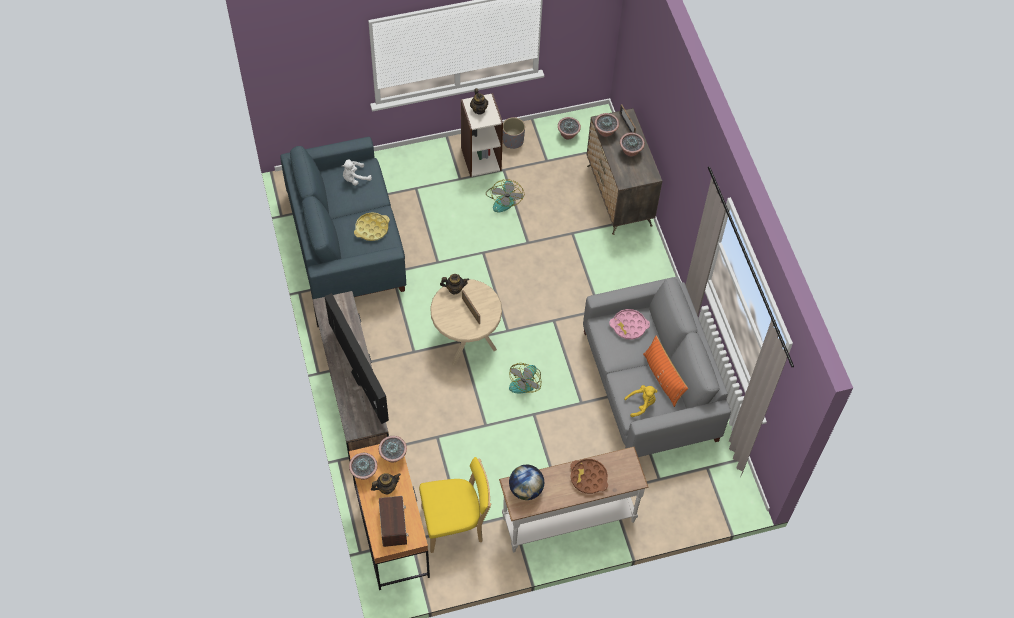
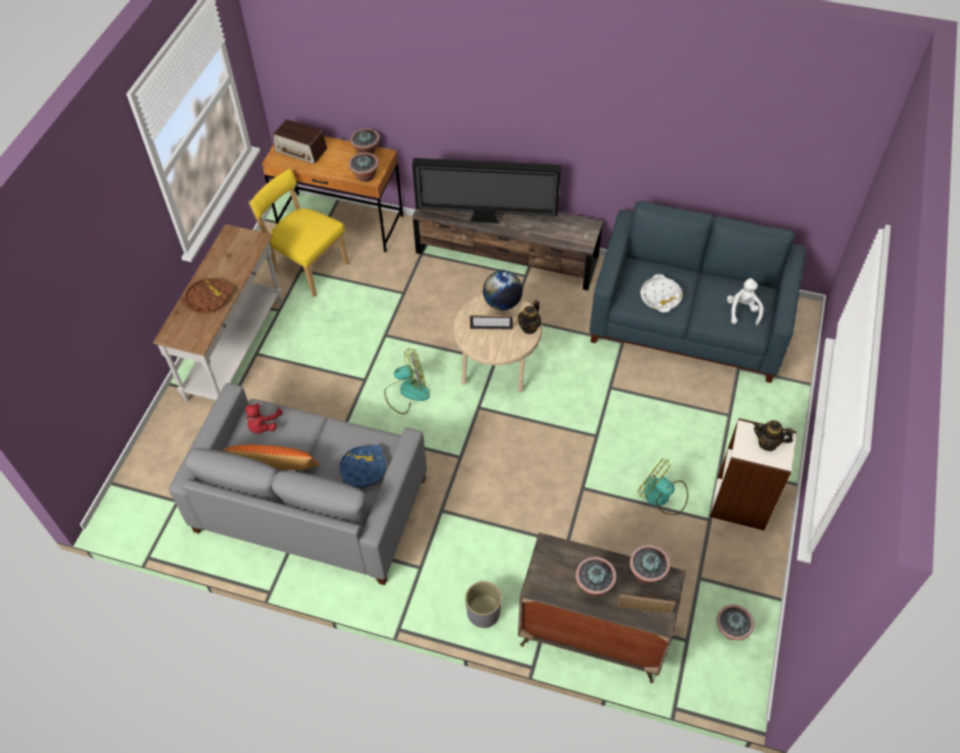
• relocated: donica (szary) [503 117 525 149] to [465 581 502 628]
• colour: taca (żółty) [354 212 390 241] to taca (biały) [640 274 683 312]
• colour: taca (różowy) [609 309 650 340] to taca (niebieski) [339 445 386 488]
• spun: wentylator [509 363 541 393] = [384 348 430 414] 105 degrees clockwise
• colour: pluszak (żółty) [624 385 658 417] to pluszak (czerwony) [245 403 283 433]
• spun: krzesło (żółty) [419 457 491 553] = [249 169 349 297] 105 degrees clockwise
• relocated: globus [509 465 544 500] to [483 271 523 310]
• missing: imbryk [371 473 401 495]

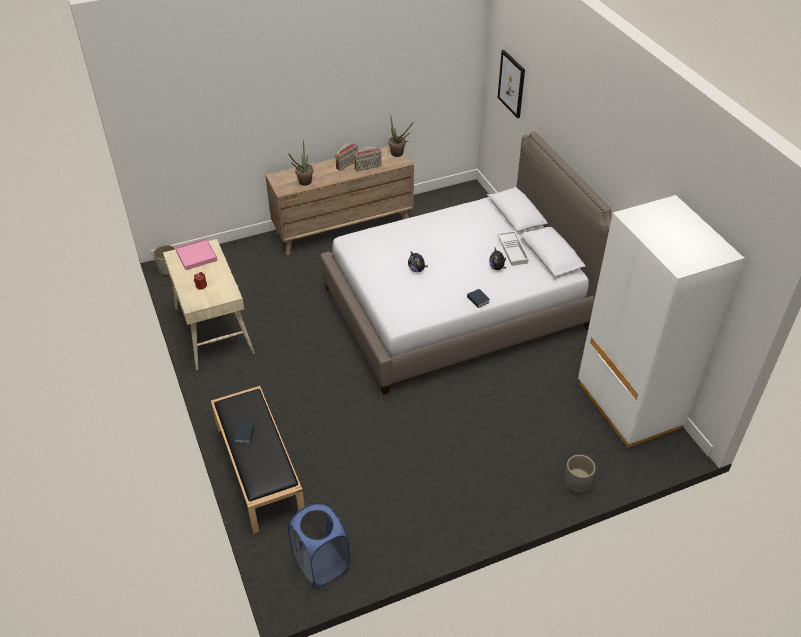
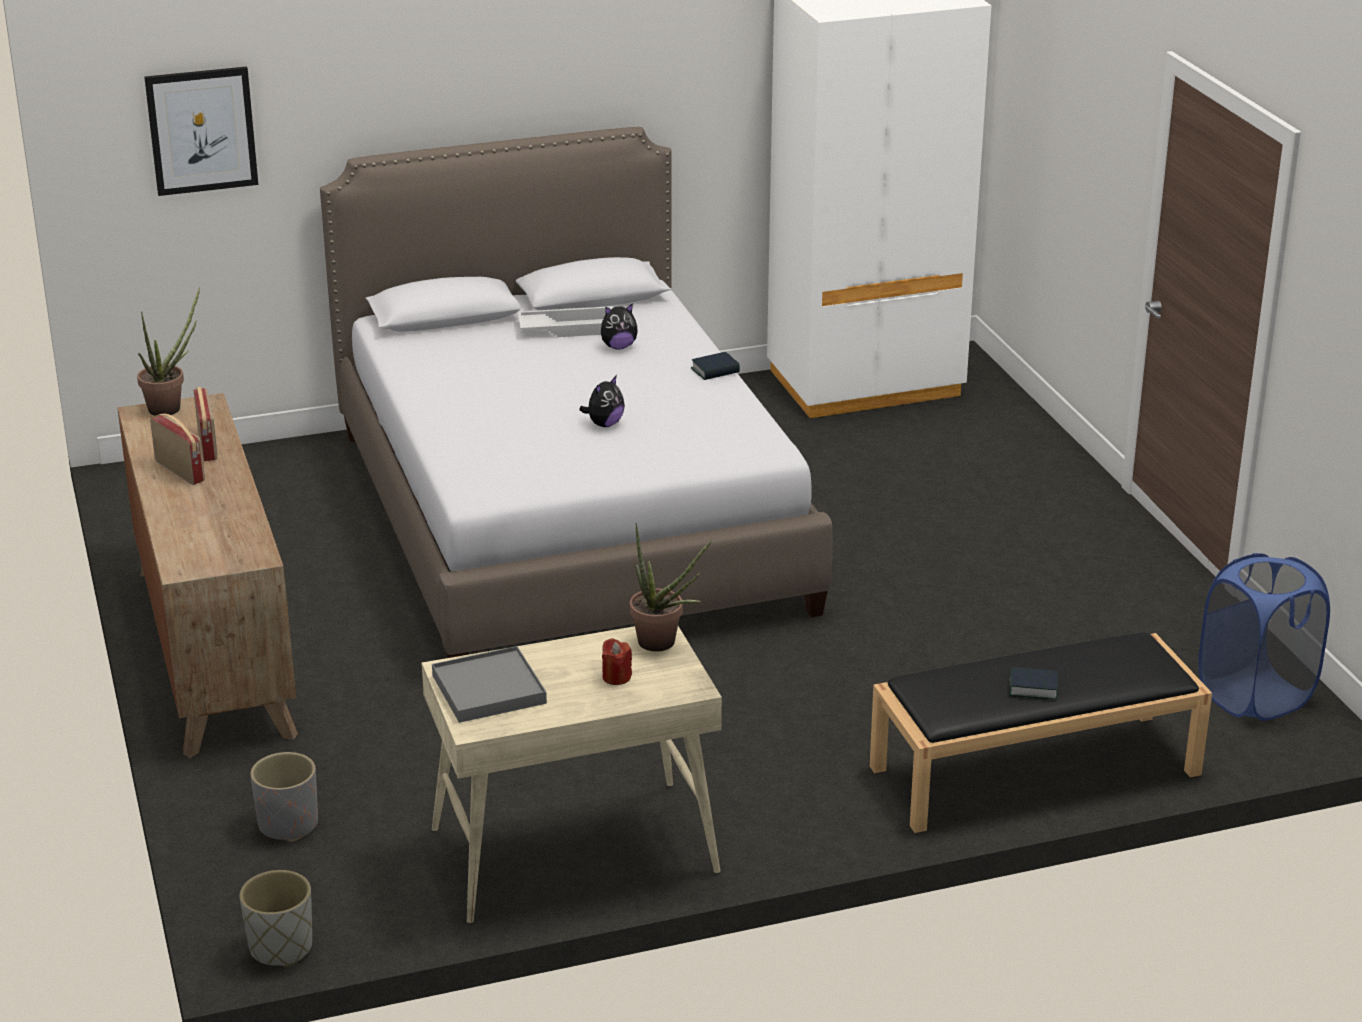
• relocated: roślina doniczkowa [288 140 313 186] to [630 523 712 652]
• colour: taca (różowy) [176 238 218 270] to taca (szary) [432 646 547 723]
• relocated: donica (szary) [564 455 596 493] to [250 752 318 842]

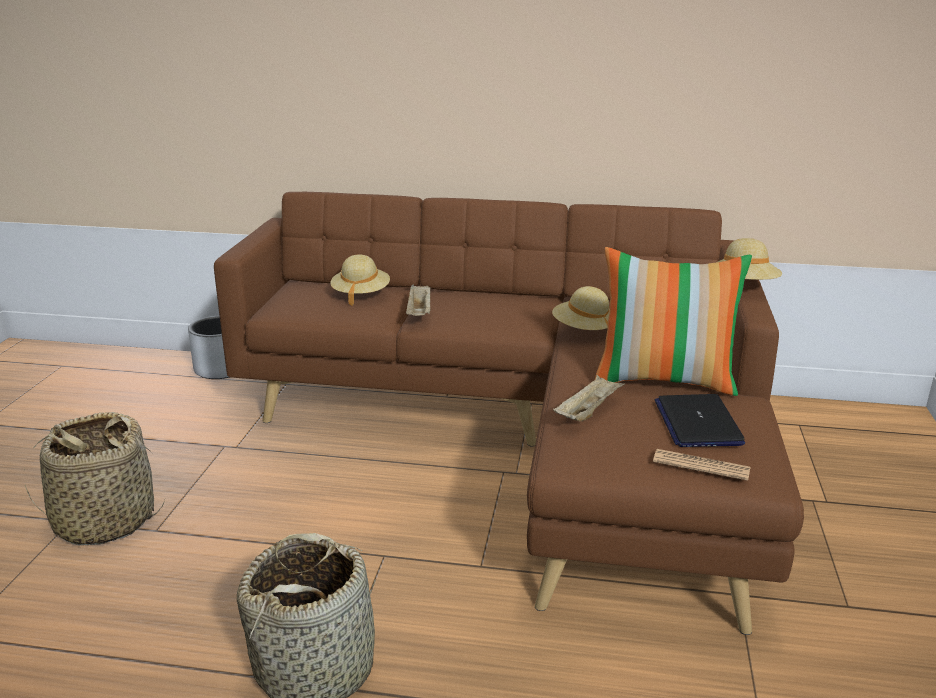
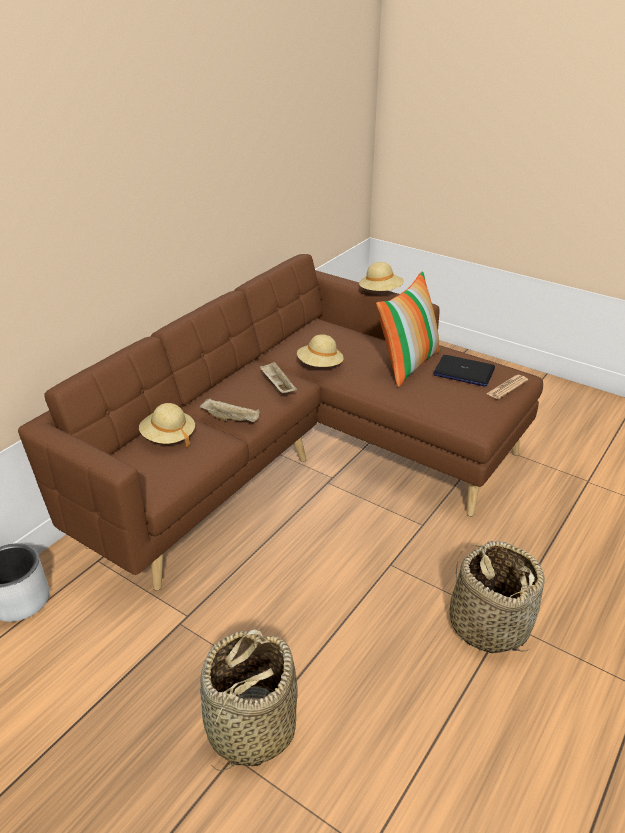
• relocated: taca (beżowy) [553 375 625 421] to [260 361 297 393]

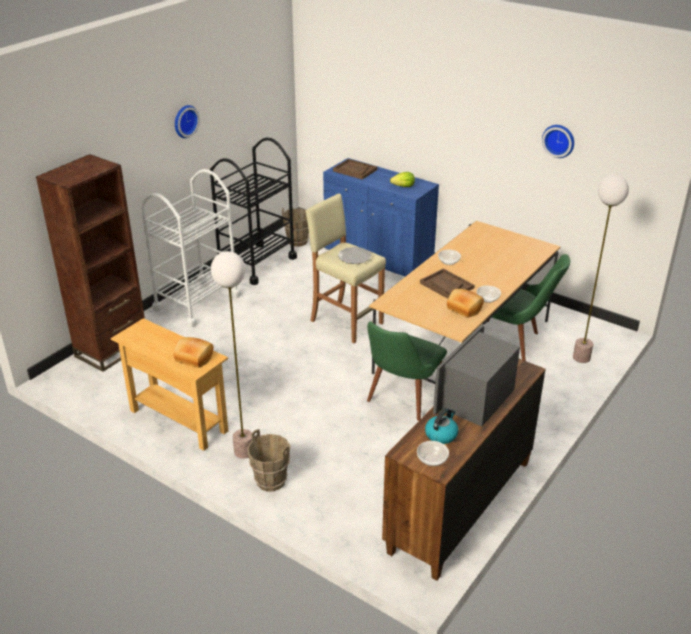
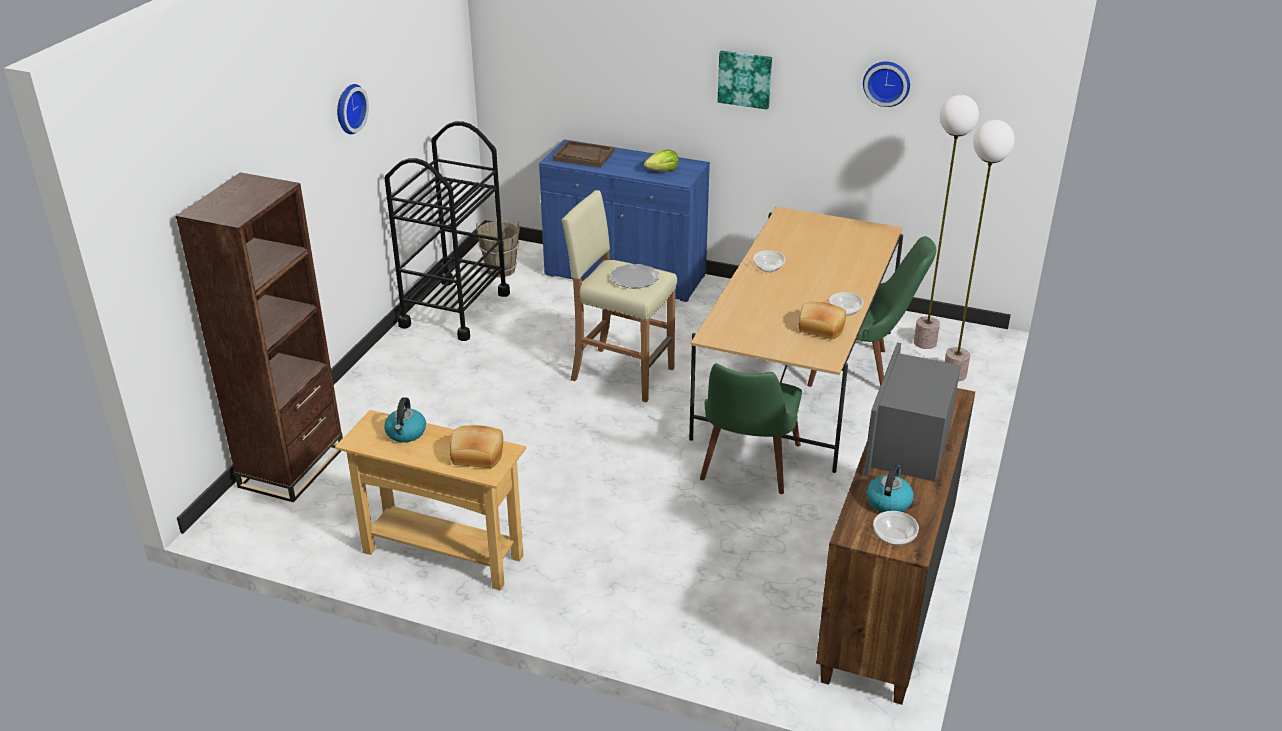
• missing: wózek (biały) [141 169 241 328]
• relocated: lampa stojąca [211 251 252 459] to [914 95 979 349]
• missing: taca (brązowy) [420 269 474 299]
• missing: wiadro (brązowy) [247 429 291 492]
• appeared: obraz [717 50 772 110]
• appeared: czajnik [384 397 426 442]

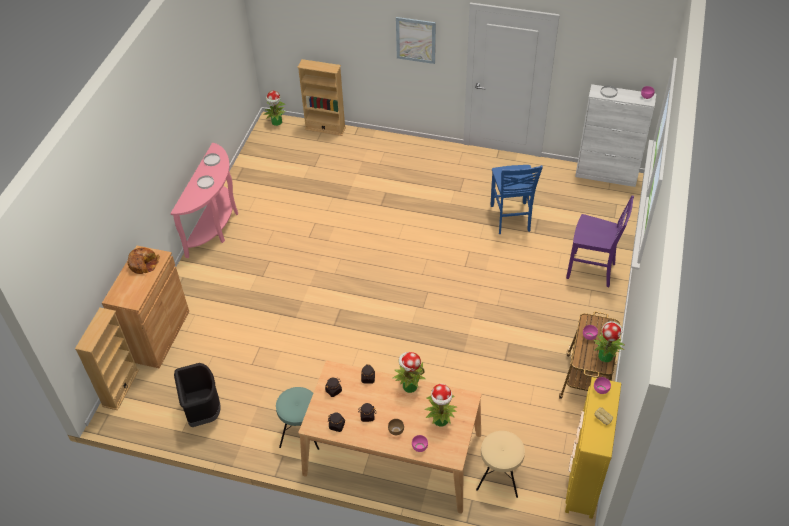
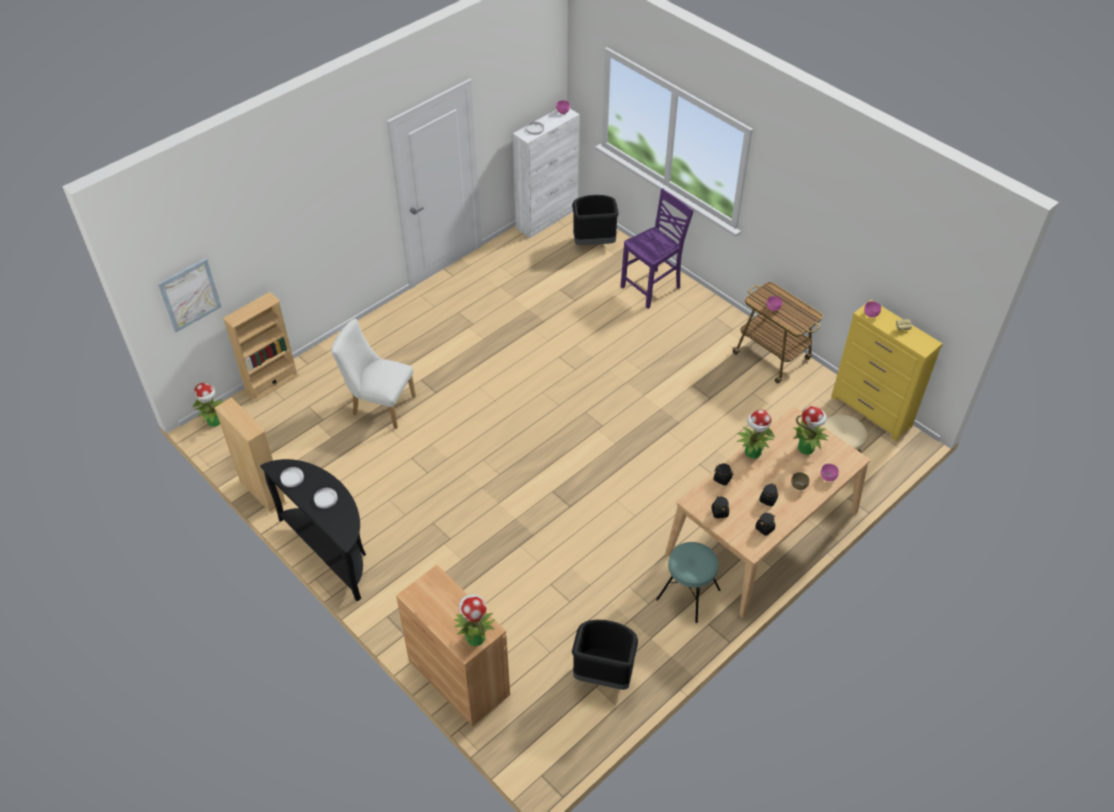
• relocated: obraz [396 17 436 64] to [158 258 222 332]
• colour: stolik konsolowy (różowy) [170 143 238 258] to stolik konsolowy (czarny) [260 459 366 601]
• missing: krzesło (niebieski) [491 165 543 234]
• missing: chleb [128 248 160 274]
• relocated: regał (beżowy) [75 308 139 410] to [215 397 287 513]
• relocated: roślina doniczkowa [593 321 625 362] to [454 594 495 646]
• appeared: kosz na śmieci (czarny) [572 195 619 245]
• appeared: krzesło (biały) [331 319 416 429]

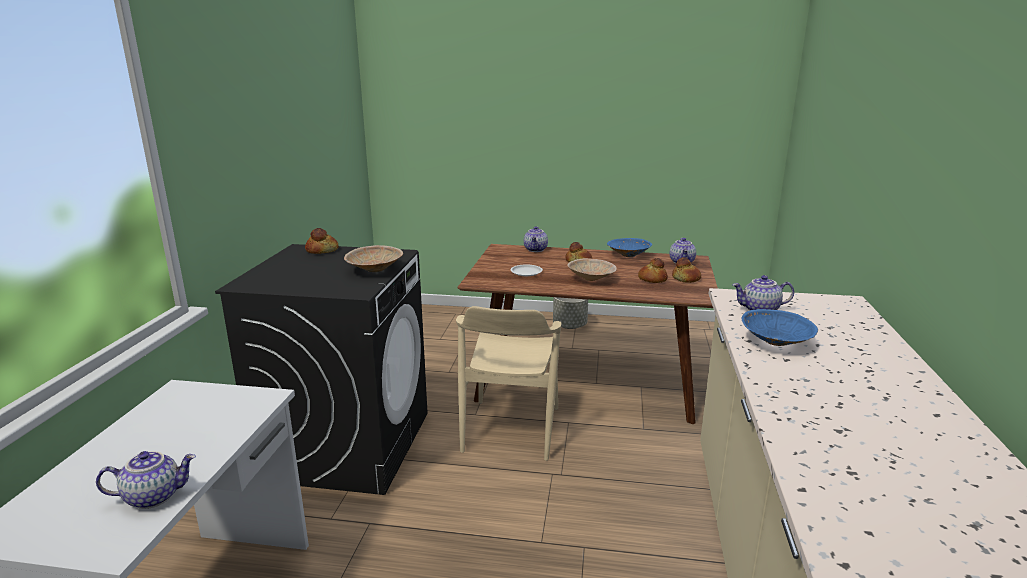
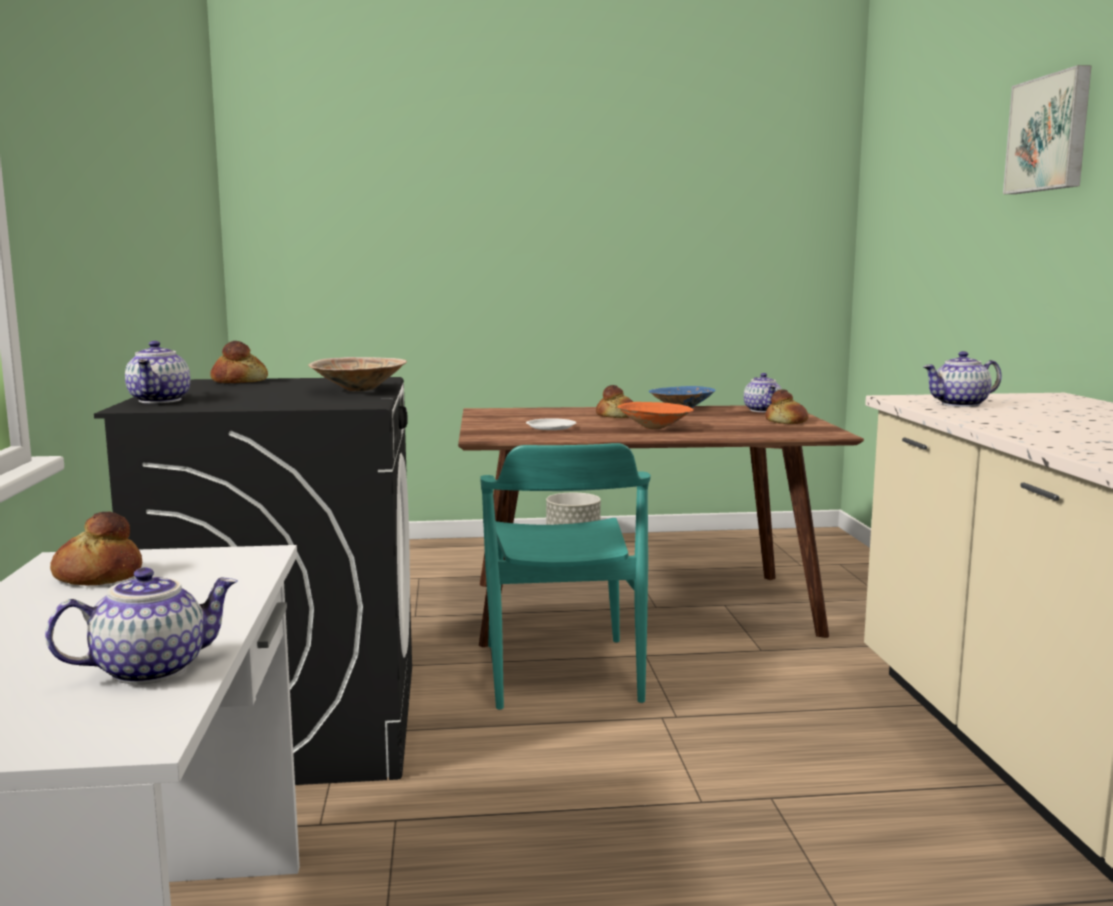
• relocated: imbryk [524 226 548 252] to [125 341 190 403]
• colour: miska (beżowy) [567 258 617 281] to miska (pomarańczowy) [617 402 694 429]
• relocated: chleb [638 258 668 283] to [50 512 142 586]
• colour: krzesło (beżowy) [456 306 561 461] to krzesło (turkusowy) [480 443 651 710]
• missing: miska (niebieski) [741 309 818 346]
• appeared: obraz [1003 65 1092 194]

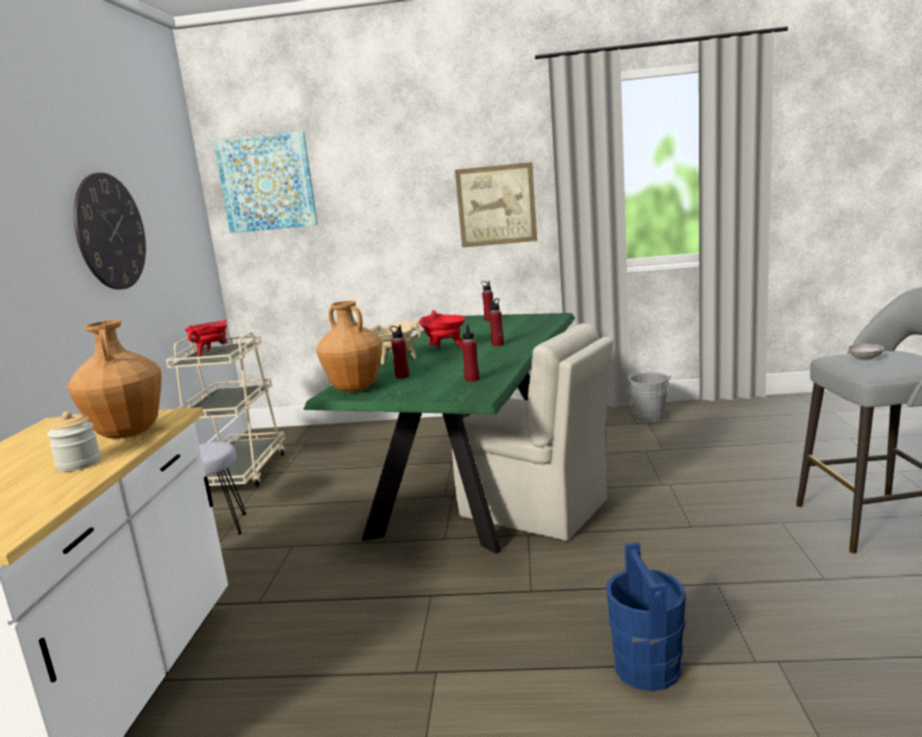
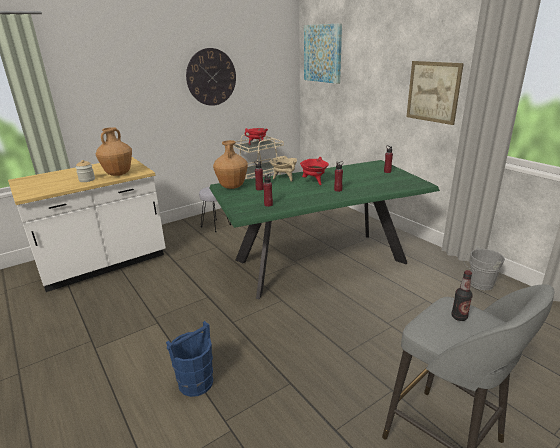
• missing: krzesło (beżowy) [452 323 613 541]
• exchanged: miska (szary) [848 344 884 359] to butelka [451 270 472 321]

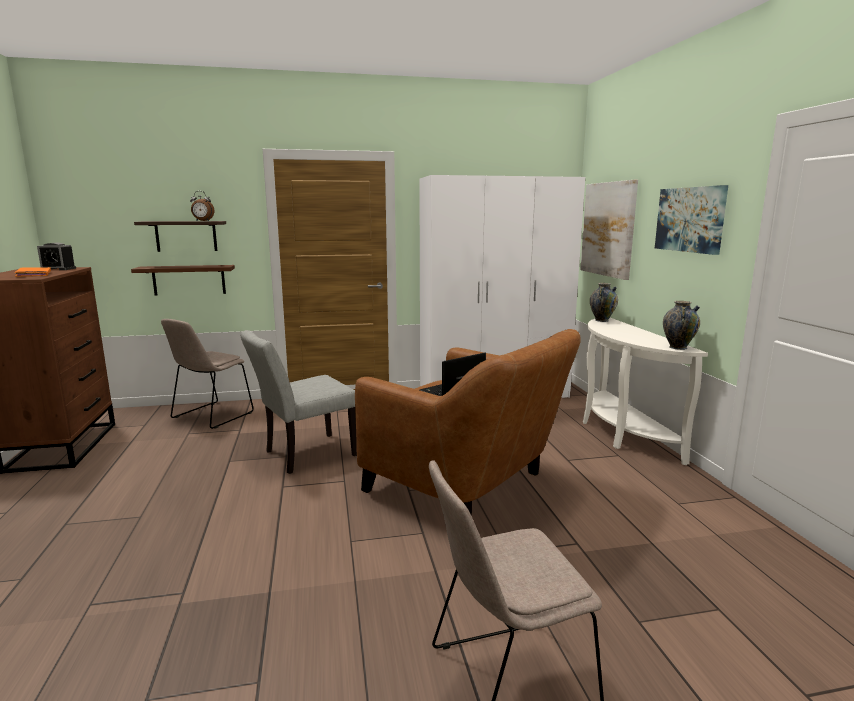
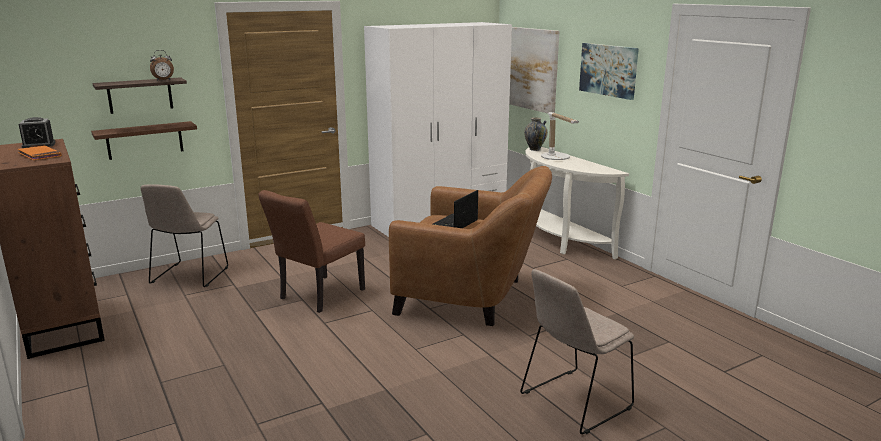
• missing: wazon [663 301 700 350]
• colour: krzesło (szary) [240 330 357 474] to krzesło (brązowy) [258 190 365 313]
• appeared: lampa stołowa [541 112 579 160]

